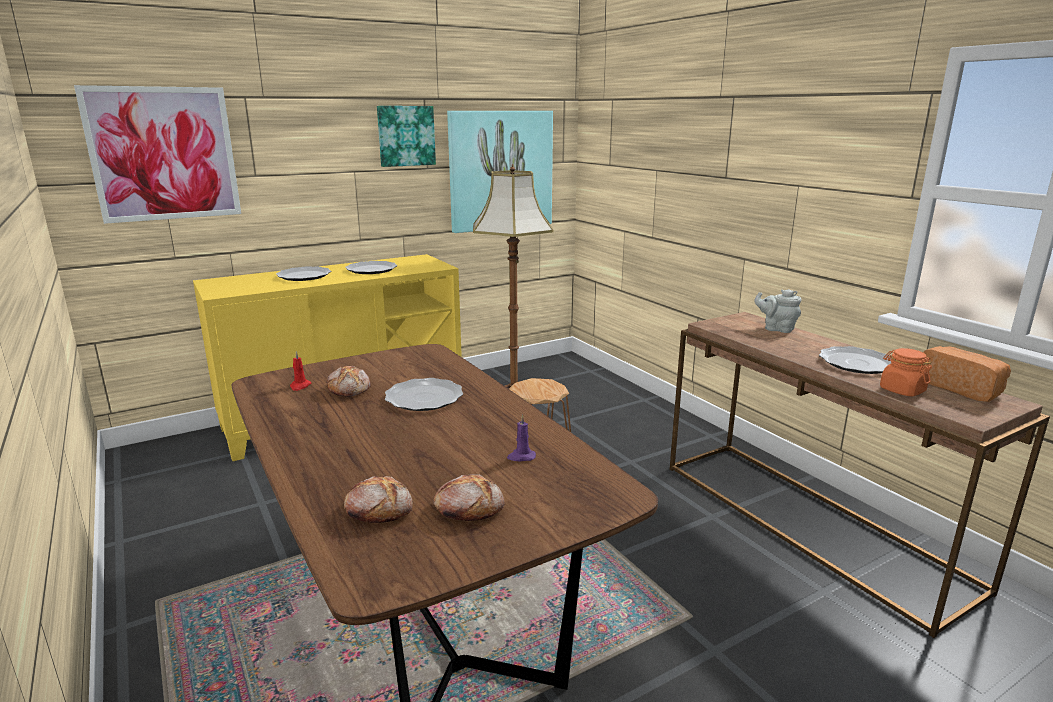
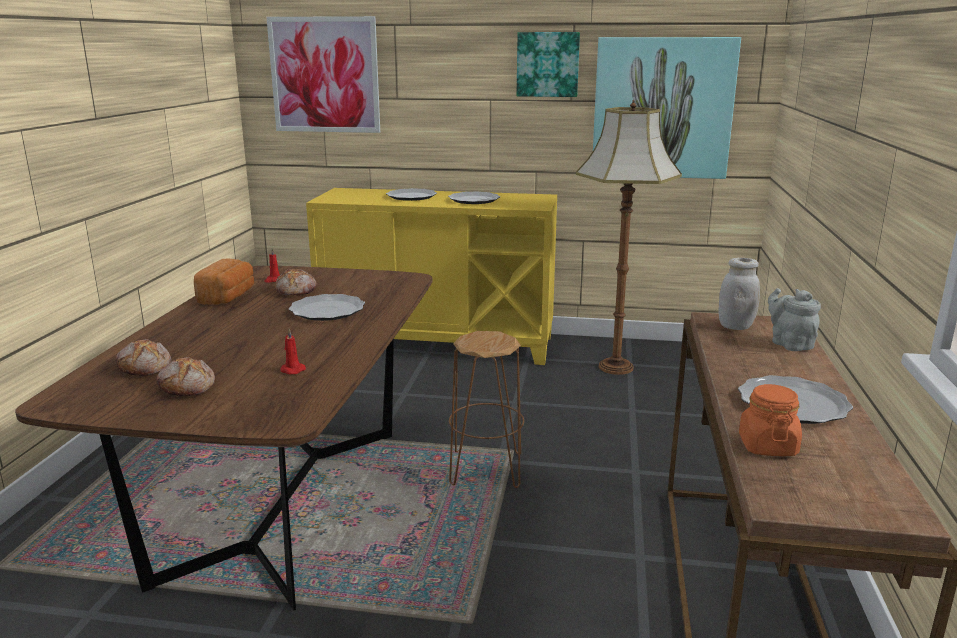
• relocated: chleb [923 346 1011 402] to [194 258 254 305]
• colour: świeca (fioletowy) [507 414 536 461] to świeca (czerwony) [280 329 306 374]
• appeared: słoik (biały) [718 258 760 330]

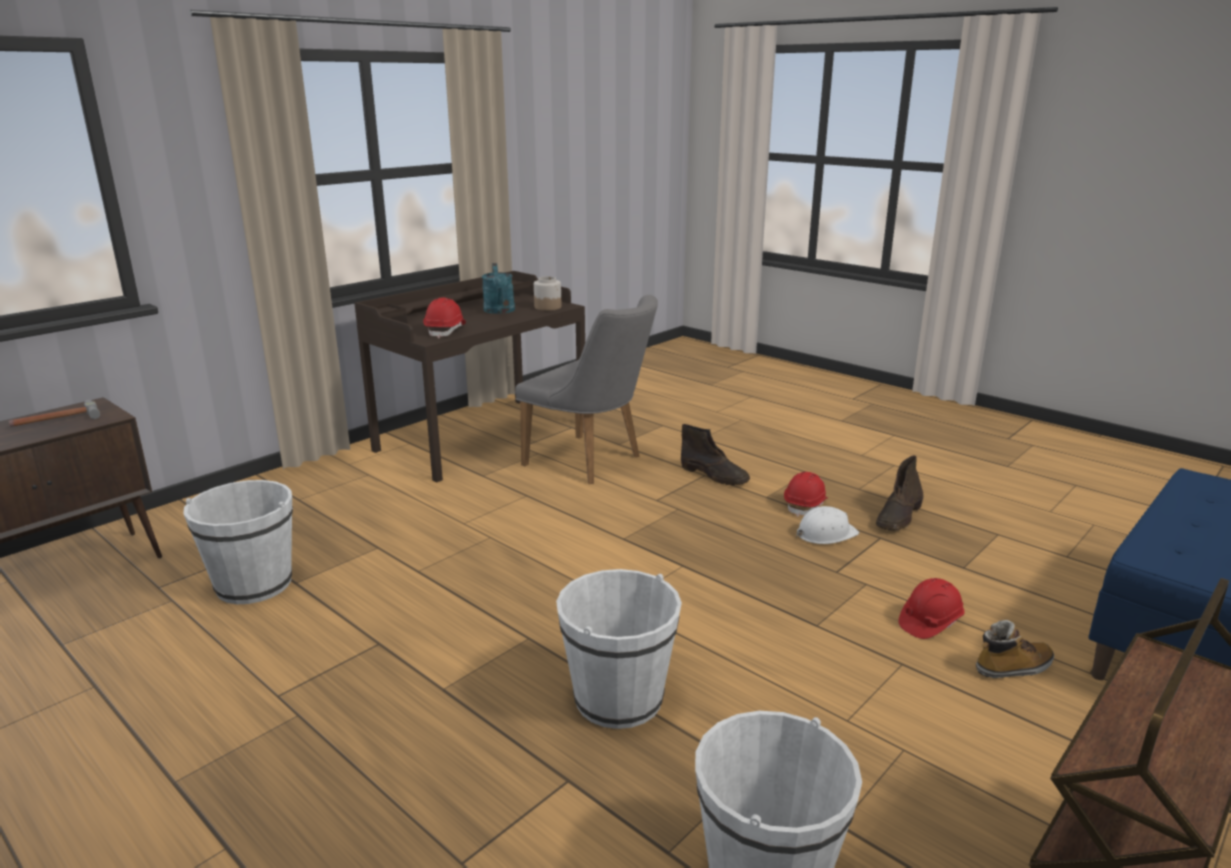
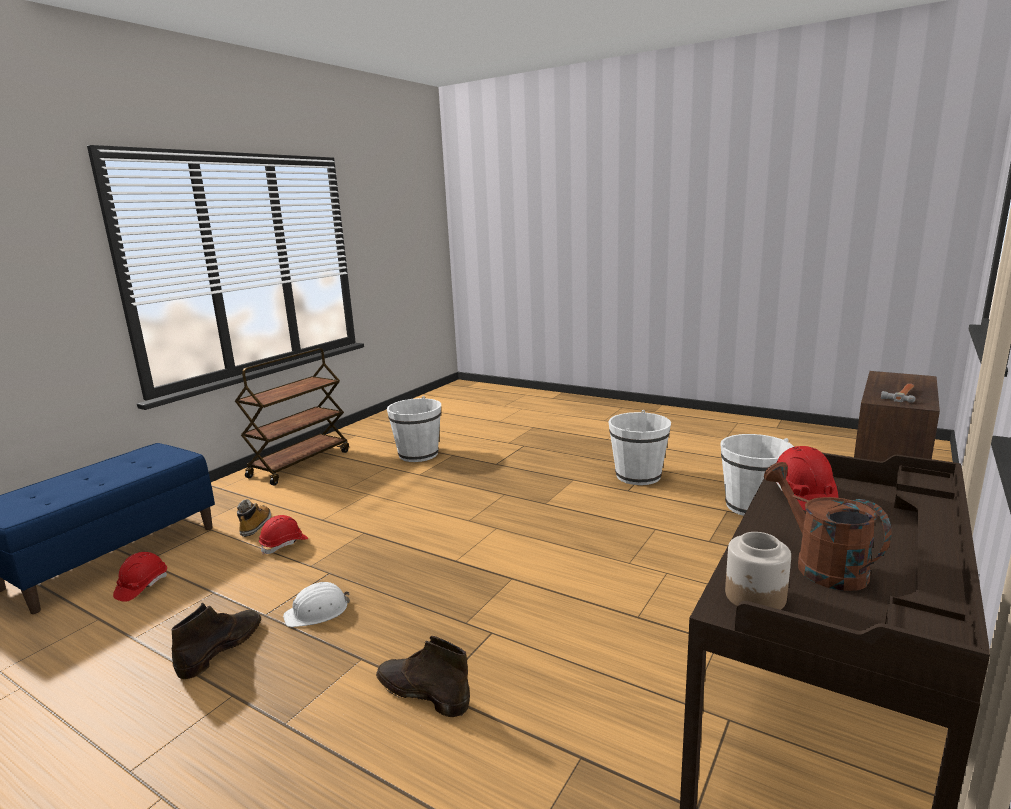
• colour: konewka (turkusowy) [482 263 515 314] to konewka (brązowy) [764 462 892 591]
• missing: krzesło (szary) [515 295 658 484]
• relocated: kask (czerwony) [784 472 828 517] to [113 552 167 602]
• relocated: wiadro (biały) [556 569 682 729] to [608 410 671 485]
• spun: but z cholewką [976 620 1054 678] = [237 499 271 537] 120 degrees clockwise

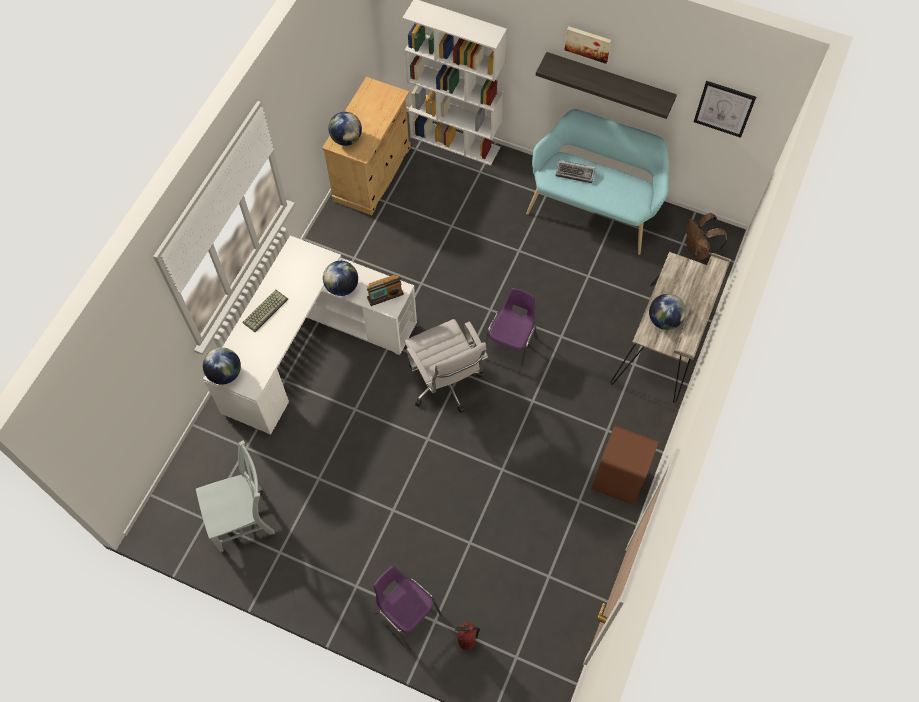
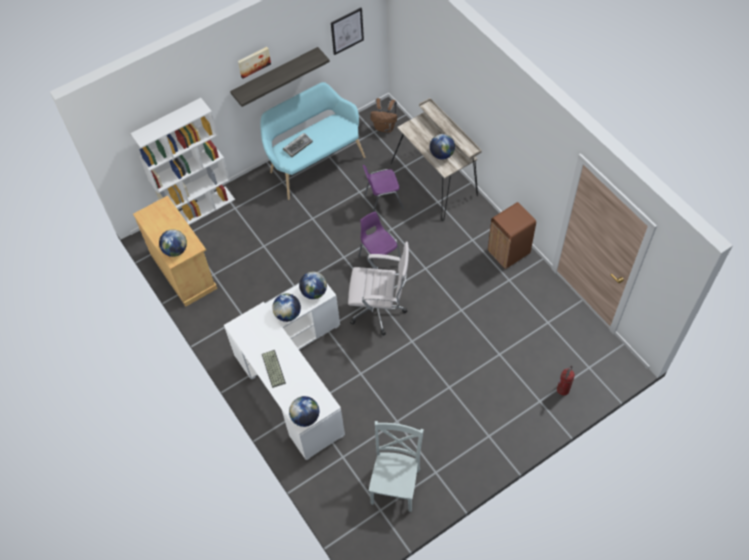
• exchanged: radio [367 275 404 306] to globus [299 272 327 299]
• relocated: krzesło (fioletowy) [373 566 442 650] to [363 165 404 212]

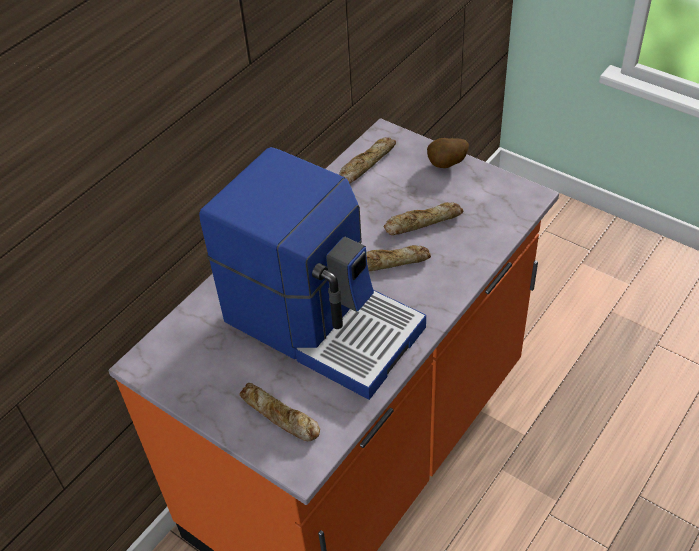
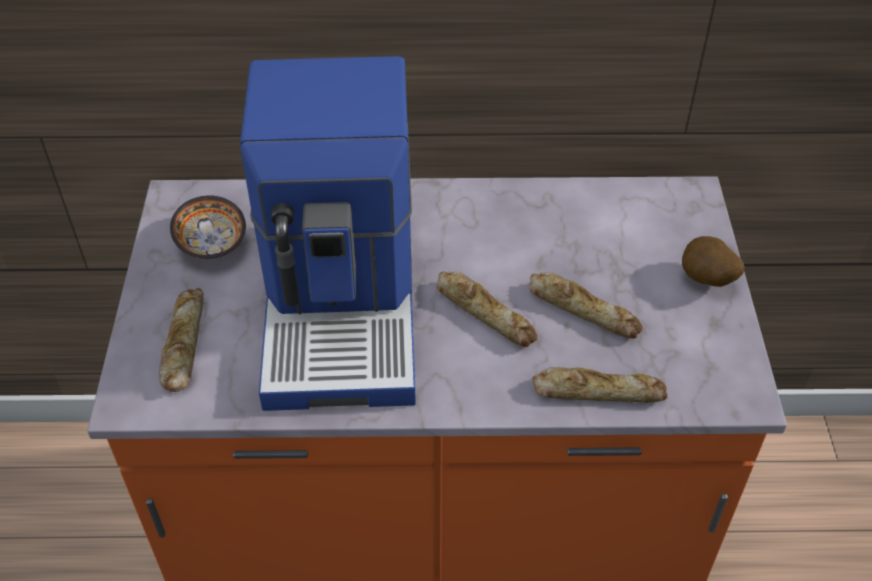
• relocated: chleb [339 137 396 183] to [532 367 668 403]
• appeared: miska [170 195 246 259]

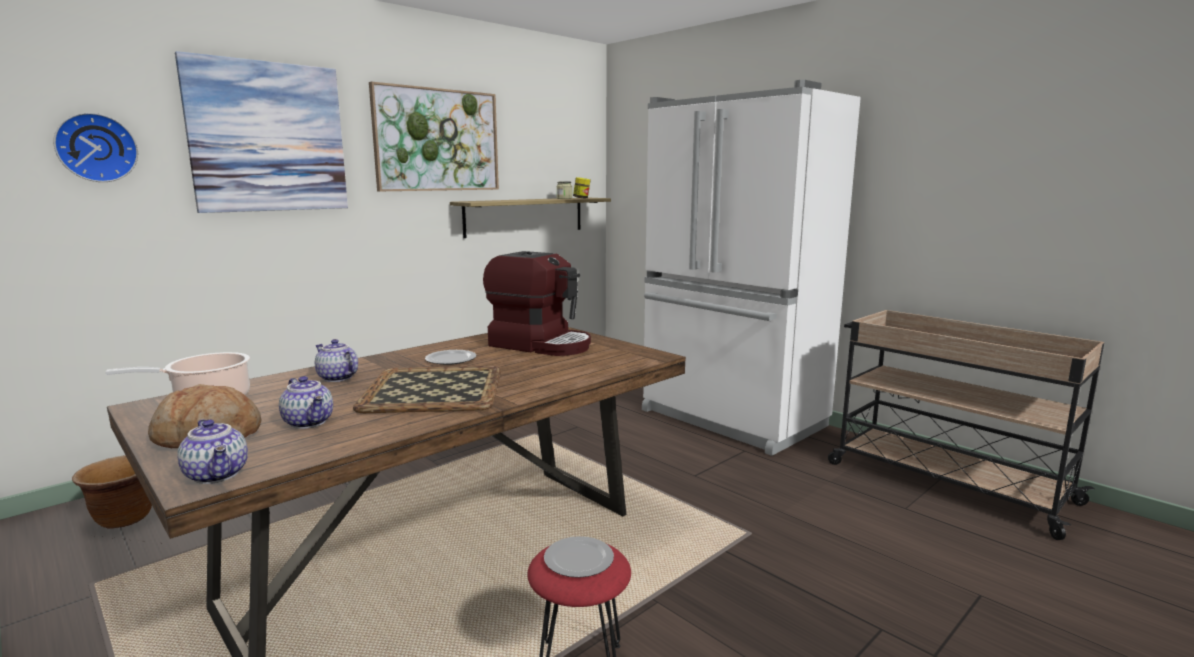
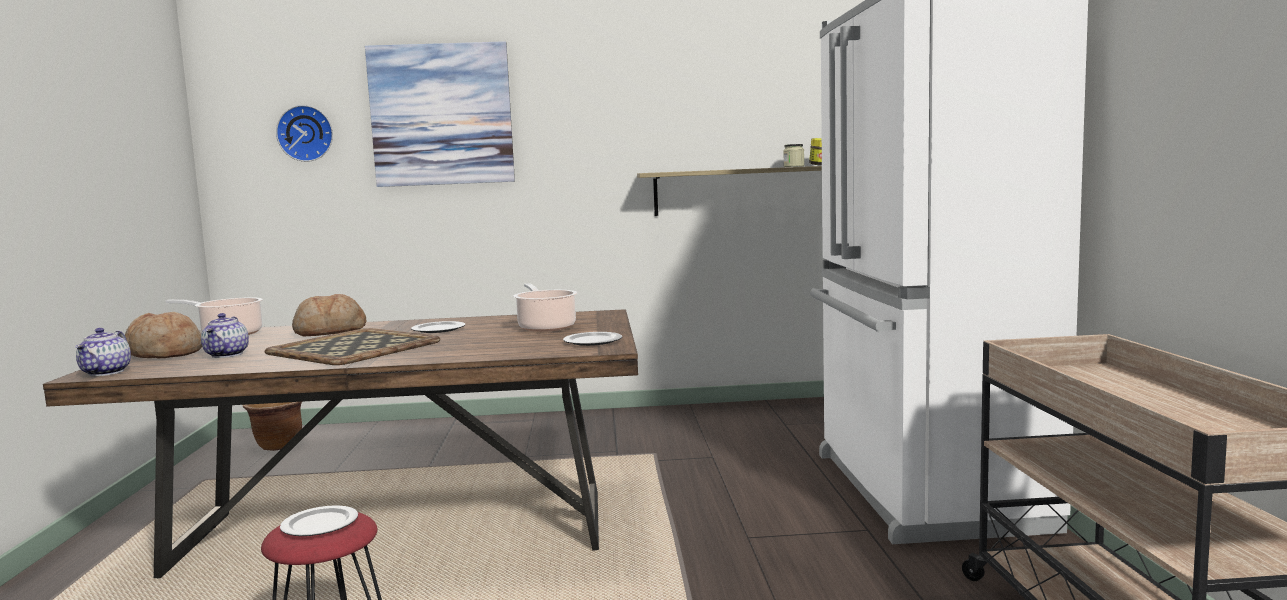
• missing: obraz [369 81 499 191]
• exchanged: ekspres do kawy [483 251 591 356] to garnek [513 283 577 332]
• exchanged: imbryk [315 339 358 382] to chleb [292 294 366 337]
• appeared: talerz [563 332 622 346]

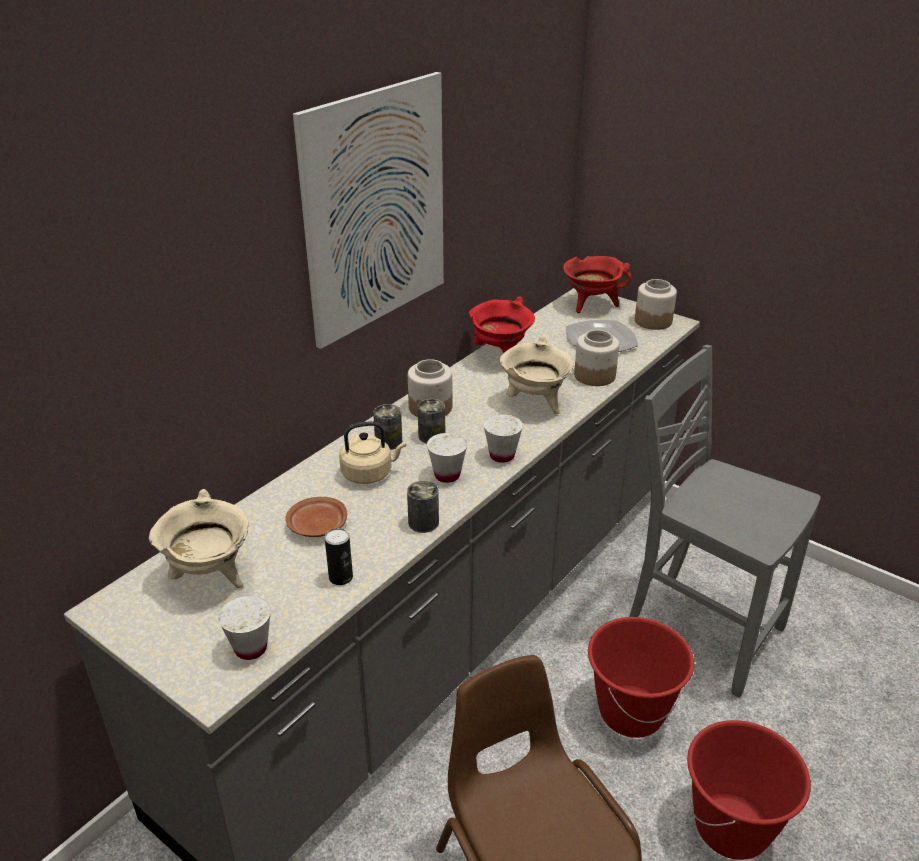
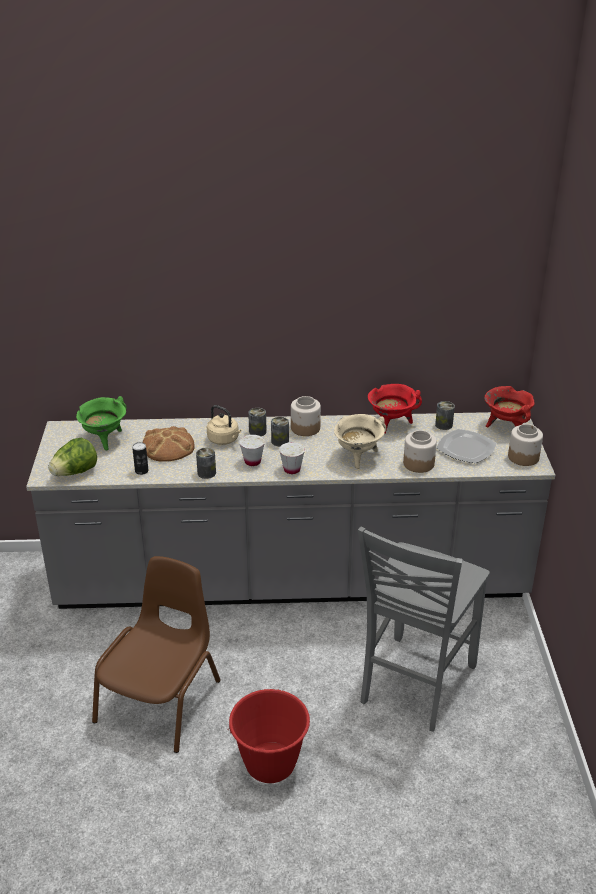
• missing: obraz [293 72 444 349]
• spun: krzesło (szary) [629 345 821 698] = [358 527 490 731] 150 degrees counterclockwise
• colour: garnek (beżowy) [149 489 249 588] to garnek (zielony) [76 396 126 450]
• exchanged: talerz (brązowy) [285 497 347 537] to chleb [143 426 195 461]
• exchanged: filiżanka (biały) [218 596 271 660] to sałata [48 438 97 476]
• missing: wiadro (czerwony) [588 617 694 738]
• appeared: puszka [435 401 455 430]

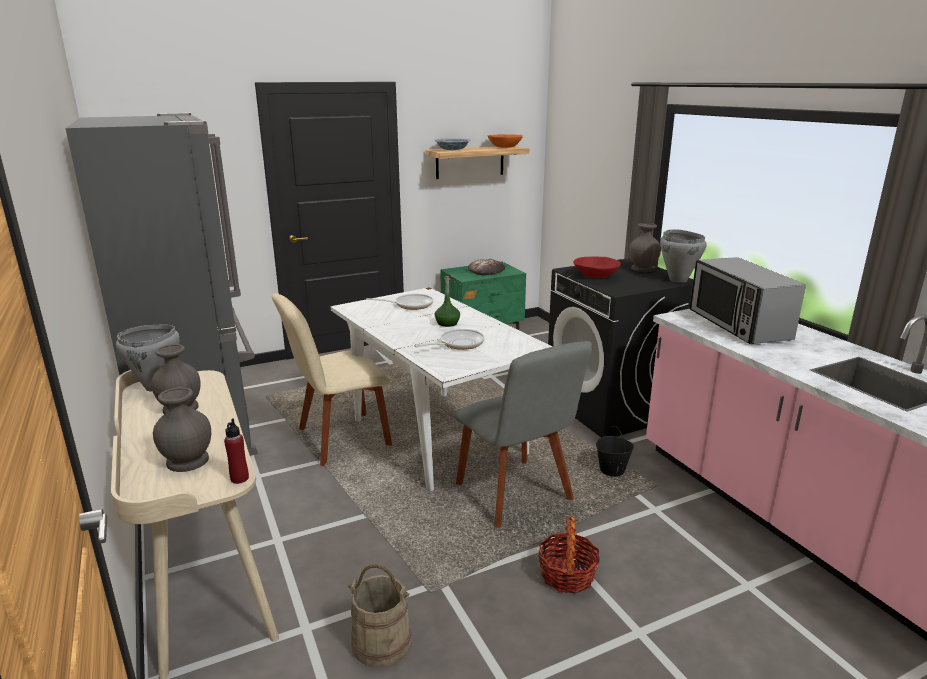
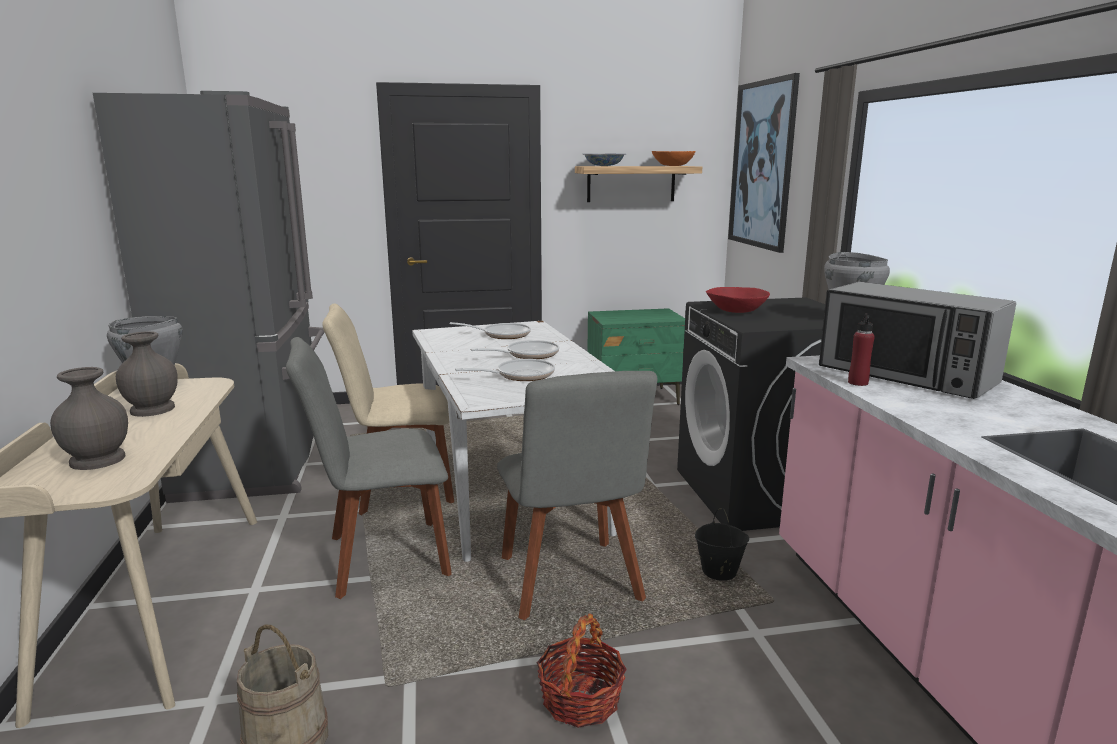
• missing: wazon (szary) [629 223 661 272]
• spun: mikrofalówka [690 257 806 344] = [819 282 1016 399] 45 degrees counterclockwise
• missing: chleb [468 259 505 275]
• exchanged: butelka (zielony) [435 276 460 327] to patelnia [471 340 559 359]
• relocated: butelka (czerwony) [224 418 249 484] to [848 313 875 386]
• appeared: obraz [728 73 800 253]
• appeared: krzesło (szary) [286 337 452 599]

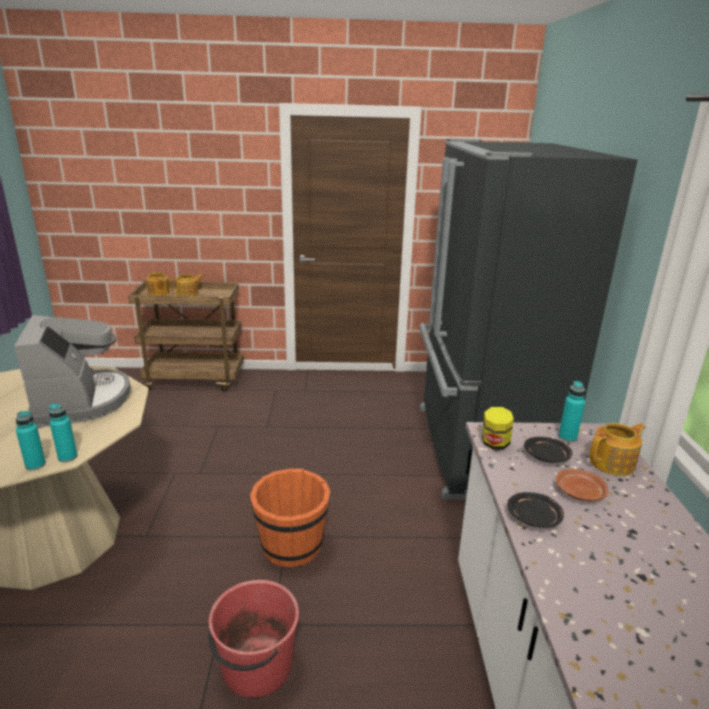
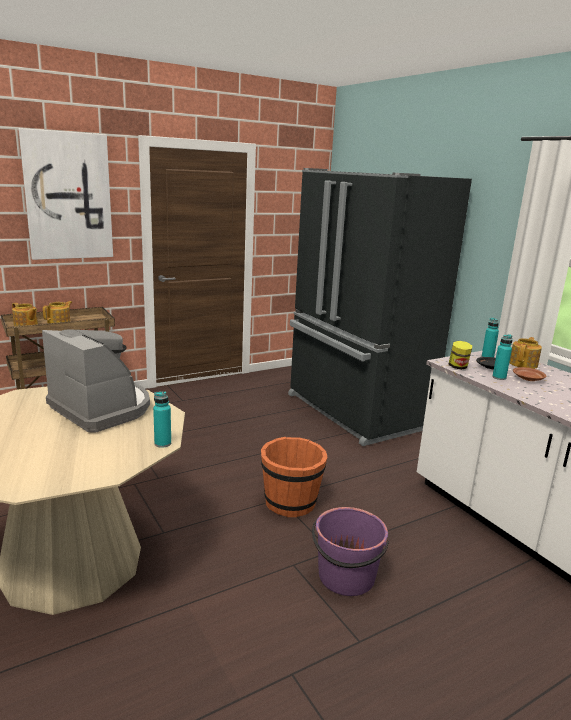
• relocated: butelka (turkusowy) [16 411 46 471] to [492 334 512 380]
• missing: talerz (czarny) [507 492 564 528]
• colour: wiadro (czerwony) [208 580 299 698] to wiadro (fioletowy) [312 507 389 596]
• appeared: obraz [18 128 113 260]

